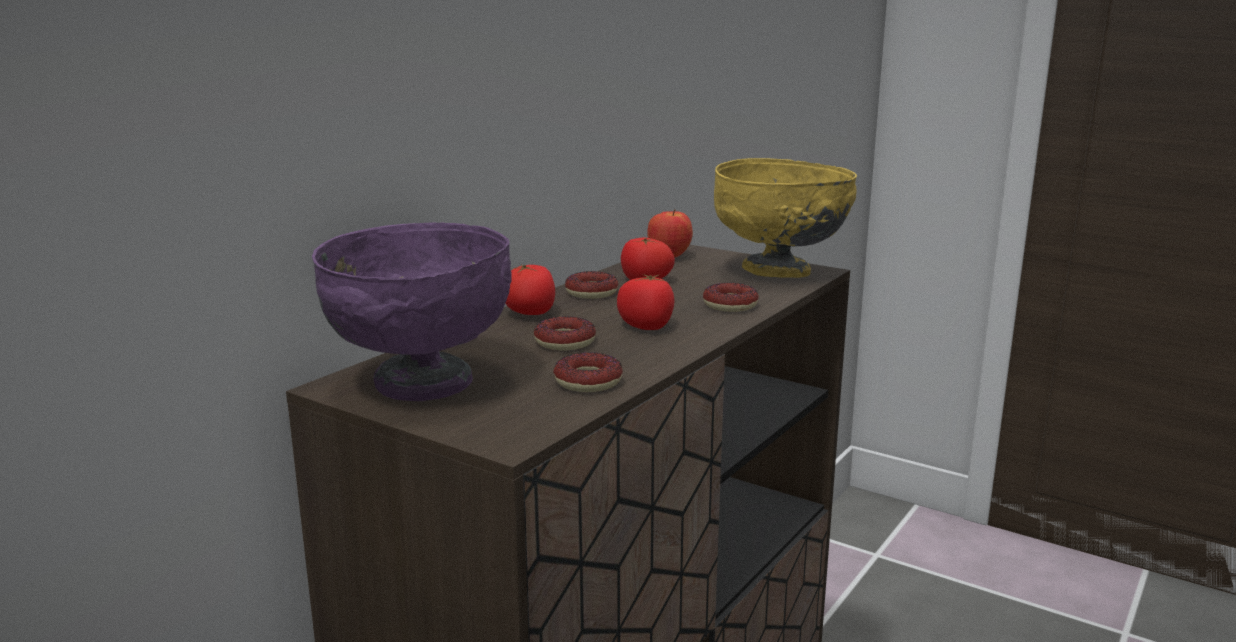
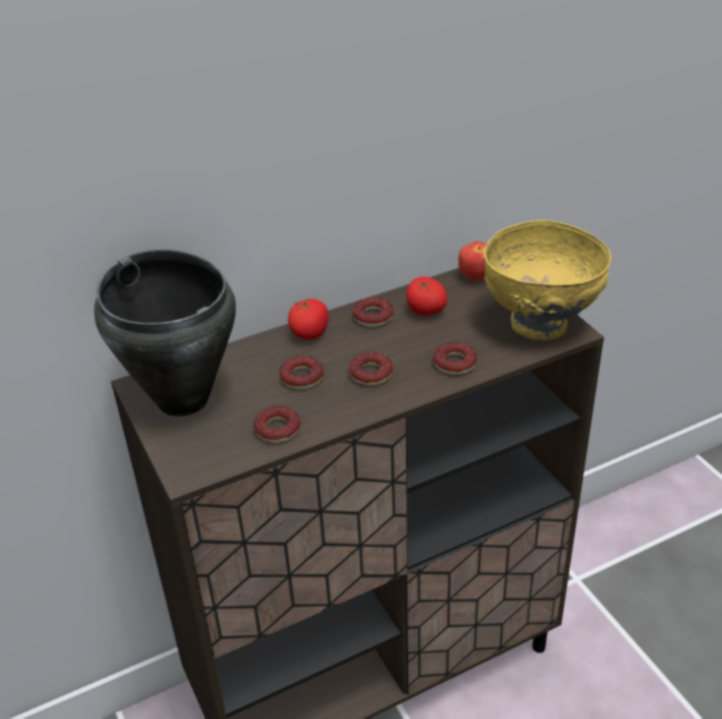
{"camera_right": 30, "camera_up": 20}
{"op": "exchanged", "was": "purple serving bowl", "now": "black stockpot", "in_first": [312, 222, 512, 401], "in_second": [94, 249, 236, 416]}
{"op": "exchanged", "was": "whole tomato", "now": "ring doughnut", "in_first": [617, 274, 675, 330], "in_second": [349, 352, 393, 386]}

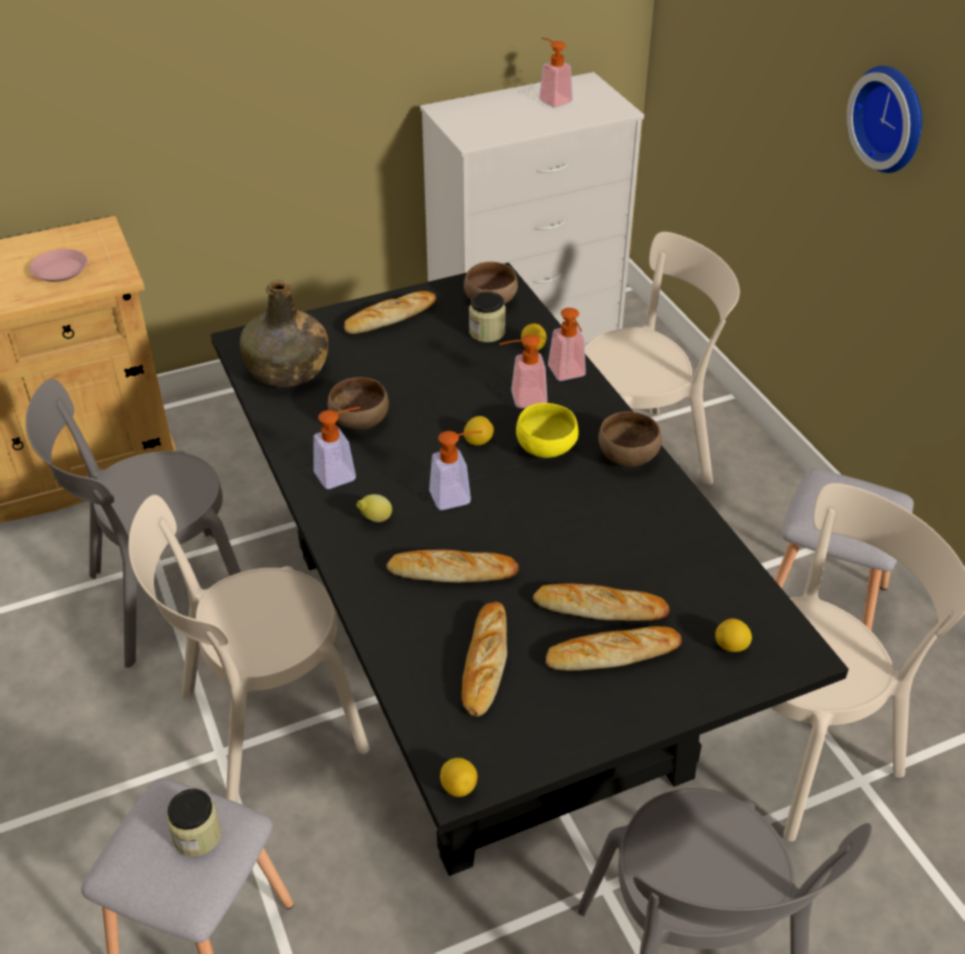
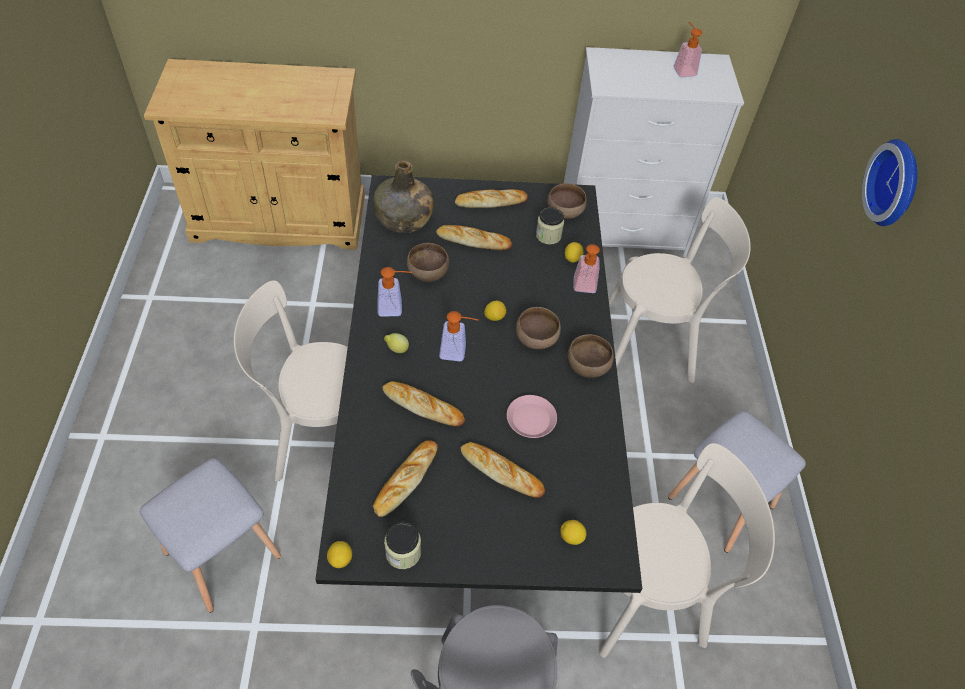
{"camera_right": 20, "camera_up": 10}
{"op": "relocated", "was": "pink dinner plate", "in_first": [29, 249, 88, 282], "in_second": [507, 395, 557, 438]}
{"op": "missing", "was": "liquid soap bottle", "in_first": [499, 334, 547, 408]}
{"op": "missing", "was": "grey plain chair", "in_first": [26, 379, 241, 668]}
{"op": "colour", "was": "yellow serving bowl", "now": "brown-coloured serving bowl", "in_first": [516, 403, 579, 458], "in_second": [516, 307, 561, 349]}
{"op": "relocated", "was": "bakery bread", "in_first": [546, 626, 682, 671], "in_second": [436, 225, 512, 250]}
{"op": "relocated", "was": "jar", "in_first": [167, 789, 222, 856], "in_second": [384, 522, 421, 569]}

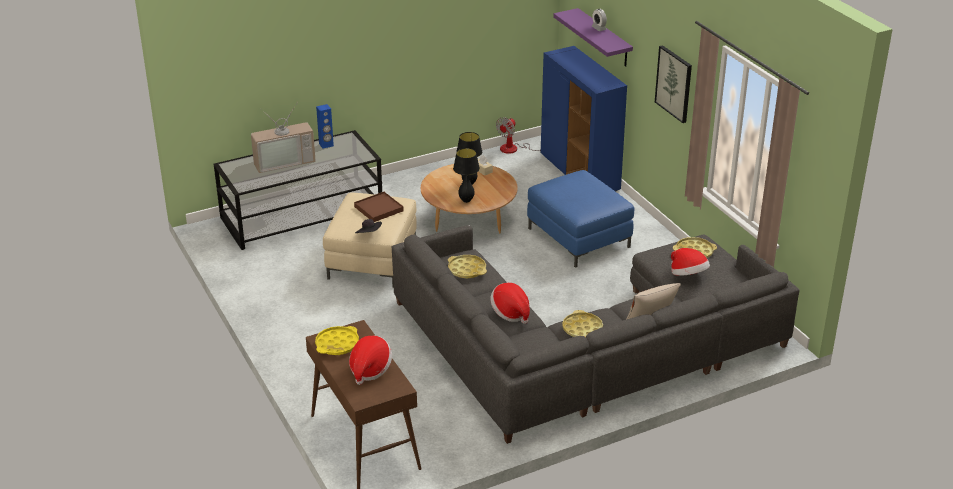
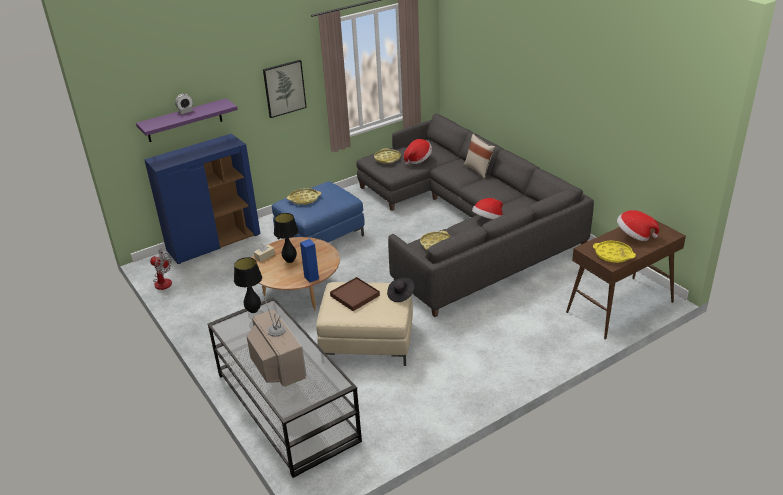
{"camera_right": -95, "camera_up": 0}
{"op": "relocated", "was": "blue-coloured loudspeaker", "in_first": [316, 104, 334, 149], "in_second": [300, 239, 319, 283]}
{"op": "relocated", "was": "black tabletop lamp", "in_first": [453, 148, 480, 203], "in_second": [234, 257, 262, 313]}
{"op": "relocated", "was": "yellow tray", "in_first": [562, 310, 603, 337], "in_second": [287, 188, 321, 205]}

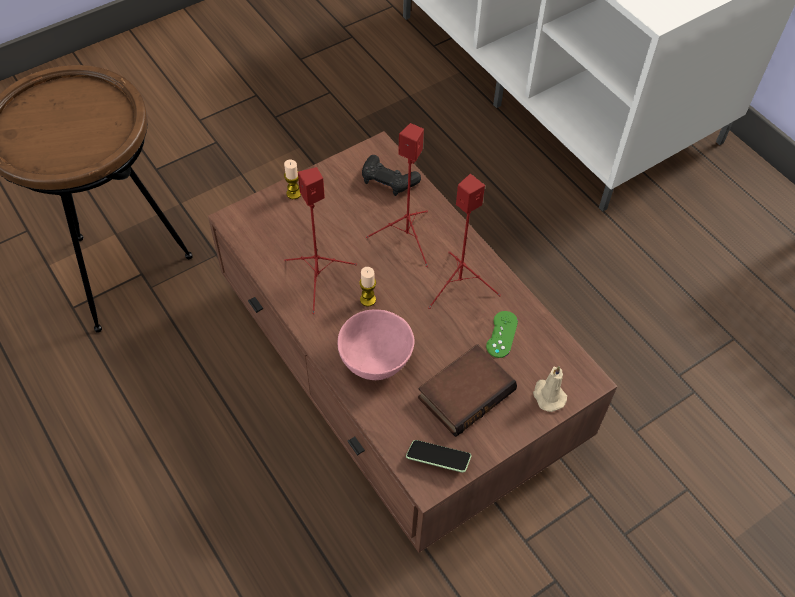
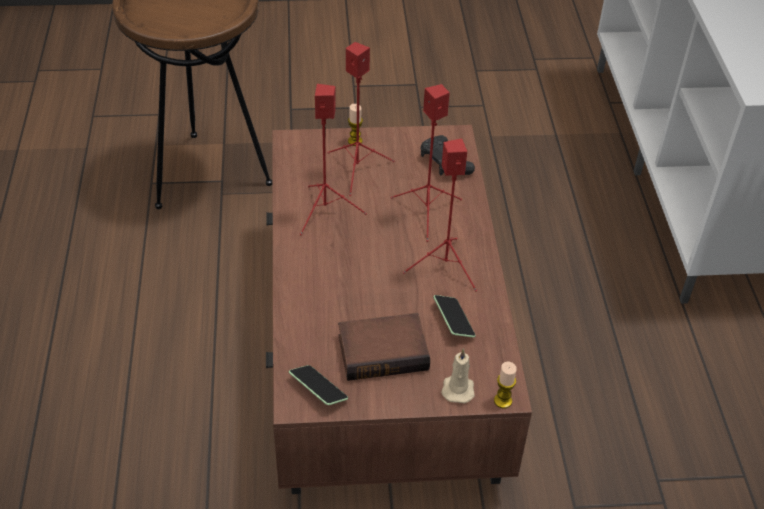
{"camera_right": 30, "camera_up": -10}
{"op": "relocated", "was": "wax candle", "in_first": [359, 267, 376, 307], "in_second": [494, 362, 517, 408]}
{"op": "missing", "was": "pink serving bowl", "in_first": [337, 309, 415, 380]}
{"op": "exchanged", "was": "green joypad", "now": "telephone", "in_first": [486, 311, 518, 358], "in_second": [433, 295, 476, 338]}
{"op": "appeared", "now": "reddish loudspeaker", "in_second": [327, 42, 395, 196]}

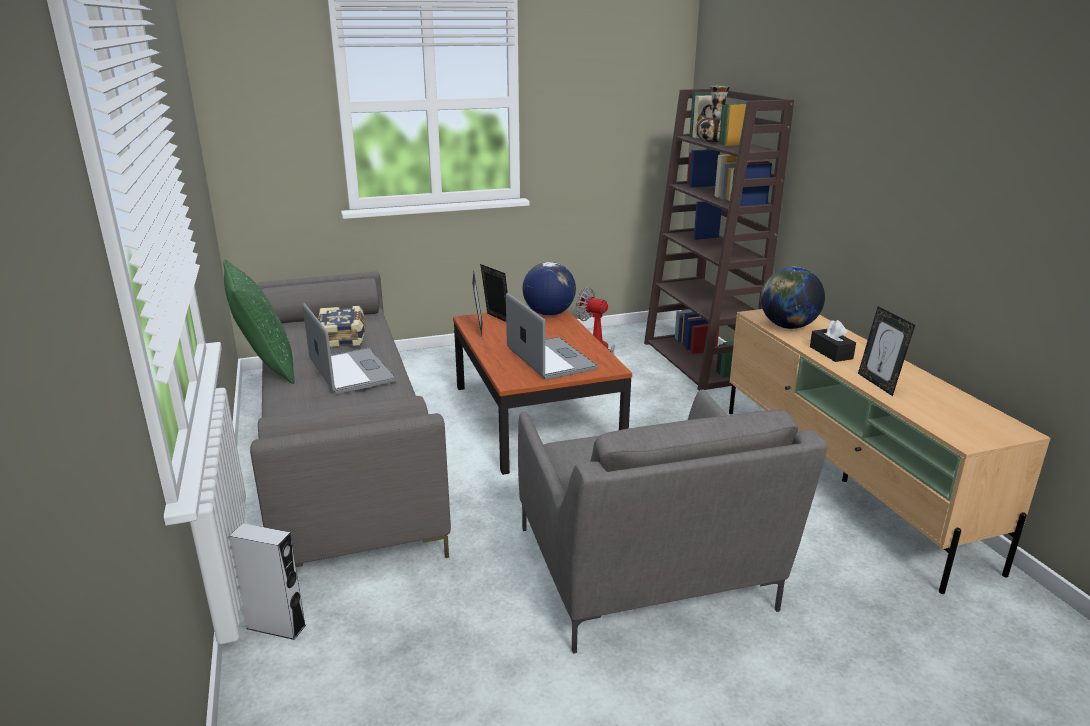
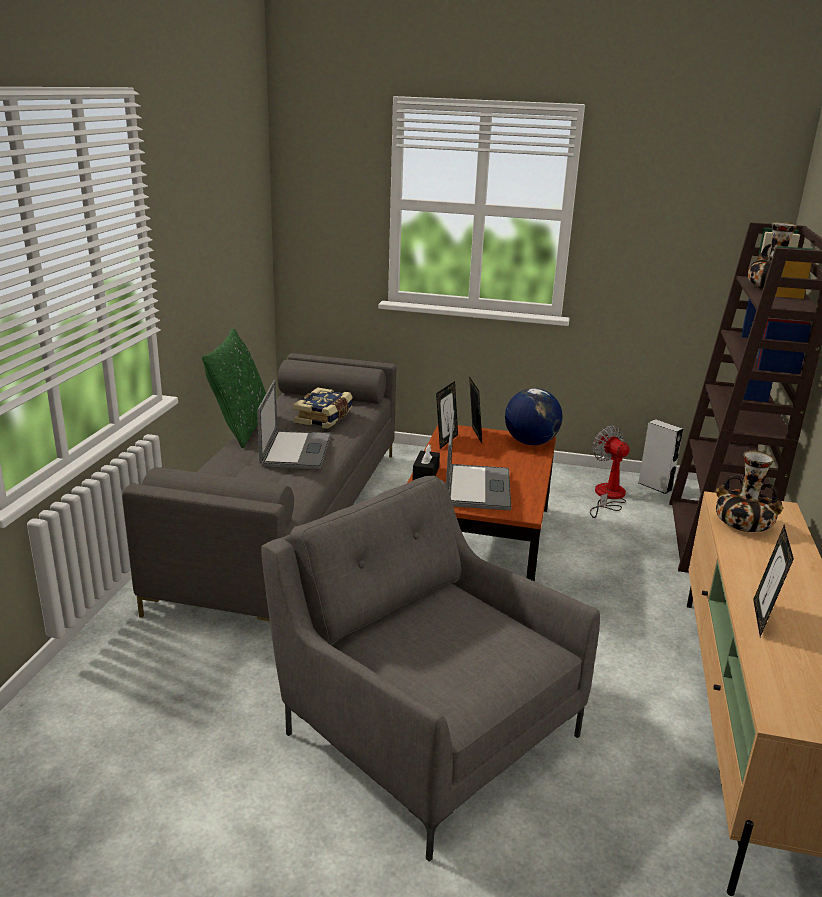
{"camera_right": 30, "camera_up": 0}
{"op": "exchanged", "was": "desk globe", "now": "vase", "in_first": [760, 267, 825, 329], "in_second": [716, 451, 783, 532]}
{"op": "relocated", "was": "black tissue holder", "in_first": [810, 320, 856, 362], "in_second": [412, 444, 440, 480]}
{"op": "spun", "was": "grey armchair", "in_first": [518, 389, 827, 654], "in_second": [261, 476, 600, 862], "clockwise": 120}
{"op": "relocated", "was": "grey loudspeaker", "in_first": [229, 523, 306, 640], "in_second": [638, 419, 683, 494]}

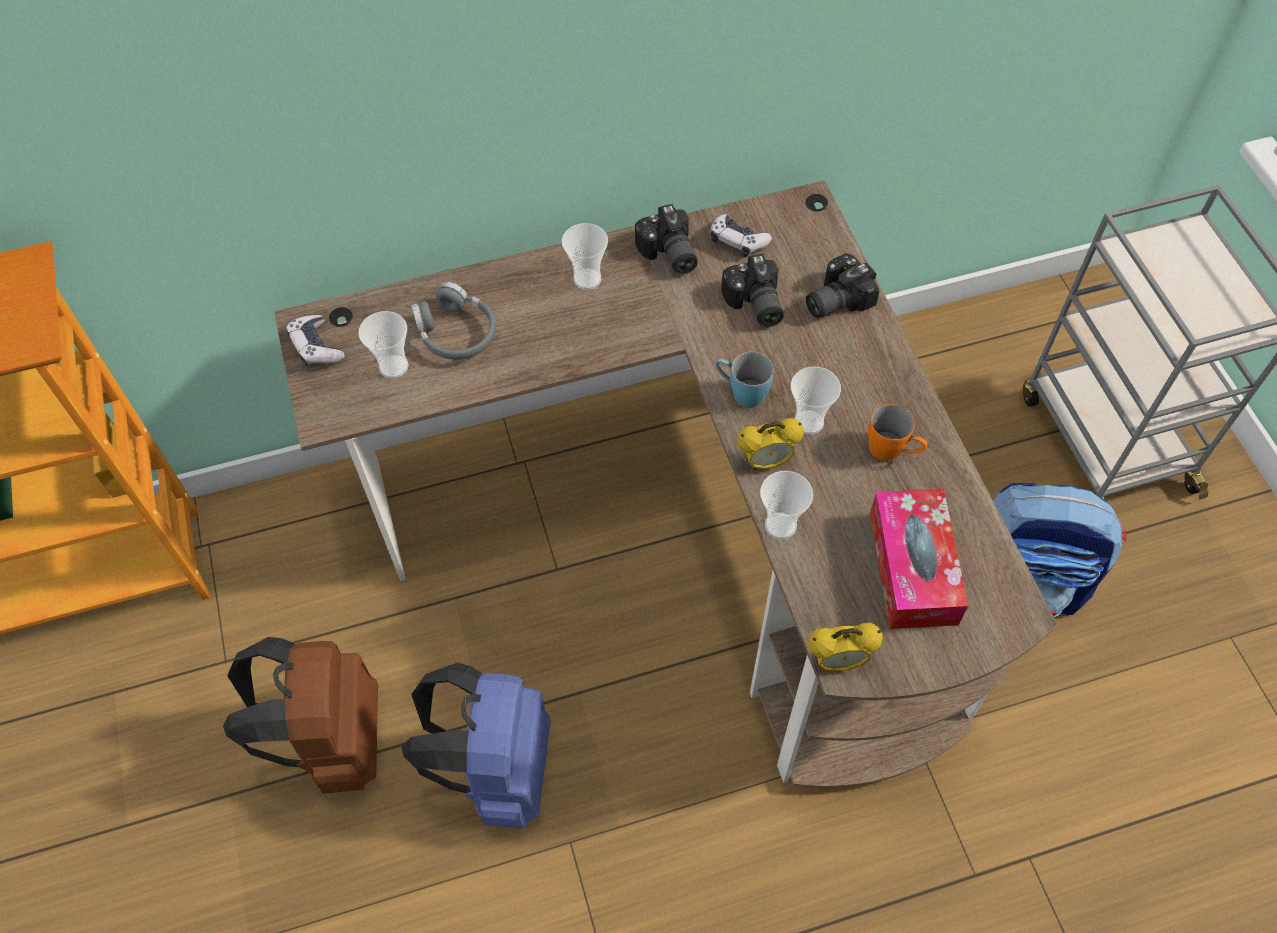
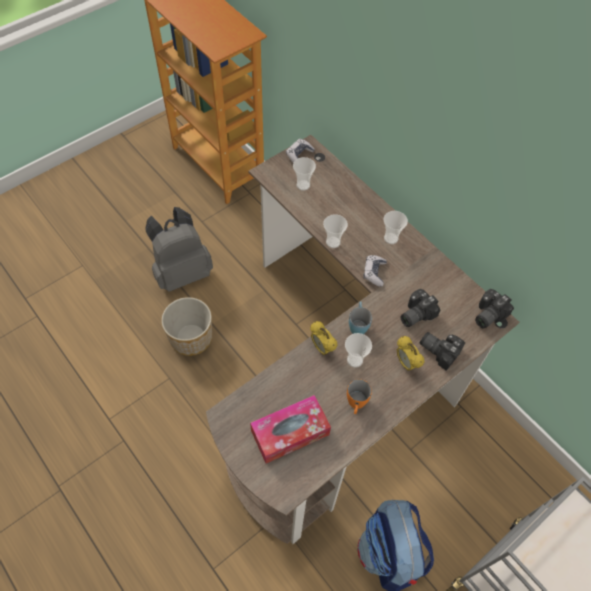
{"camera_right": 65, "camera_up": 0}
{"op": "relocated", "was": "still camera", "in_first": [635, 204, 697, 274], "in_second": [475, 289, 514, 329]}
{"op": "relocated", "was": "joypad", "in_first": [710, 214, 772, 257], "in_second": [363, 255, 387, 287]}
{"op": "missing", "was": "grey pair of headphones", "in_first": [411, 282, 496, 360]}
{"op": "relocated", "was": "drinking cup", "in_first": [760, 471, 813, 539], "in_second": [323, 214, 348, 248]}
{"op": "relocated", "was": "table clock", "in_first": [808, 622, 883, 672], "in_second": [397, 336, 424, 371]}
{"op": "colour", "was": "brown-coloured backpack", "now": "grey backpack", "in_first": [223, 637, 378, 794], "in_second": [145, 207, 213, 292]}
{"op": "exchanged", "was": "blue-coloured backpack", "now": "planter", "in_first": [402, 663, 551, 829], "in_second": [161, 297, 212, 356]}

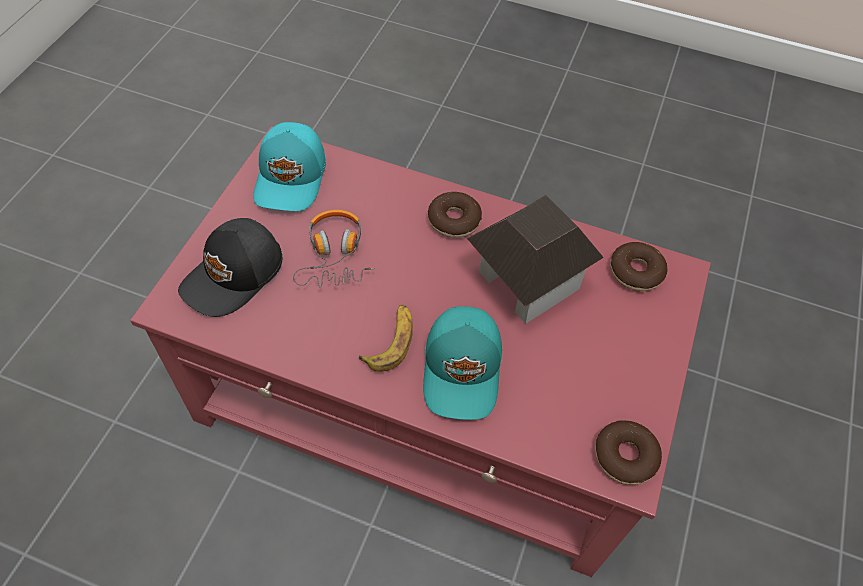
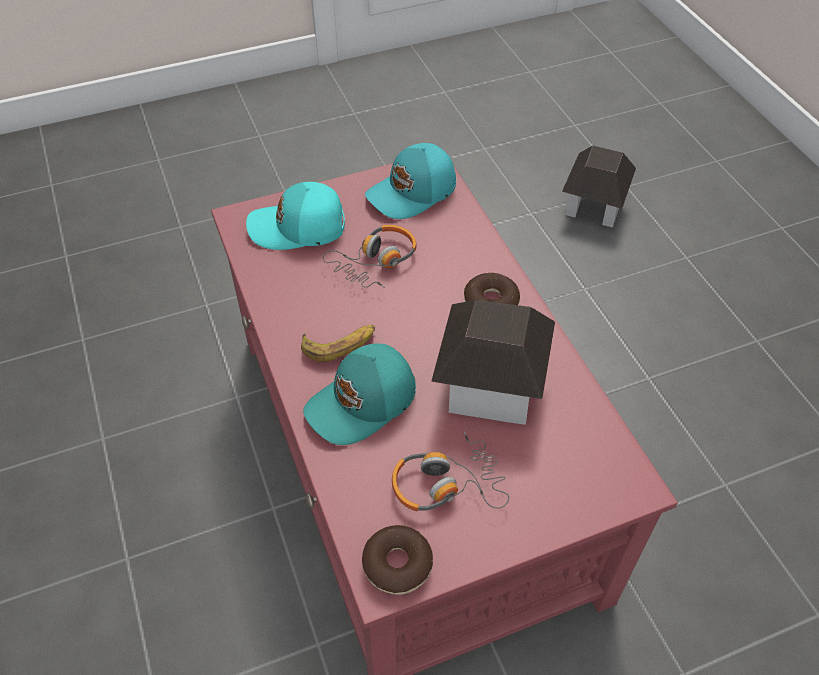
{"camera_right": 50, "camera_up": -5}
{"op": "colour", "was": "black cap", "now": "turquoise-coloured cap", "in_first": [178, 218, 282, 317], "in_second": [246, 182, 345, 250]}
{"op": "missing", "was": "ring doughnut", "in_first": [610, 242, 667, 291]}
{"op": "appeared", "now": "model house", "in_second": [562, 146, 636, 228]}
{"op": "appeared", "now": "pair of headphones", "in_second": [392, 431, 509, 511]}

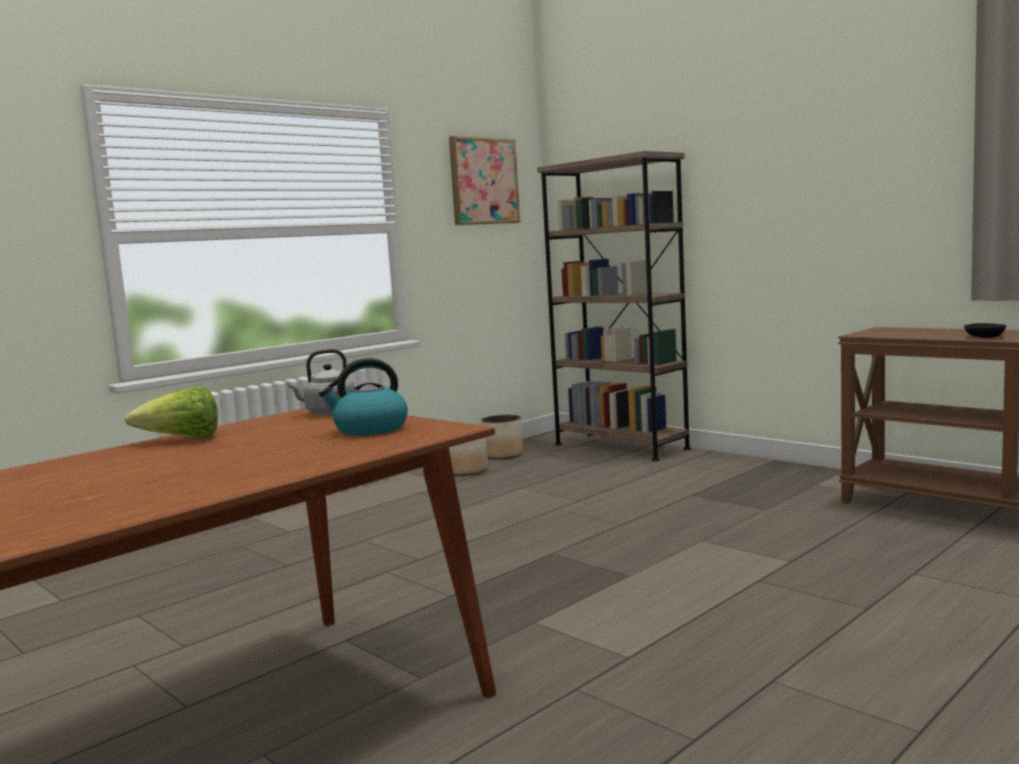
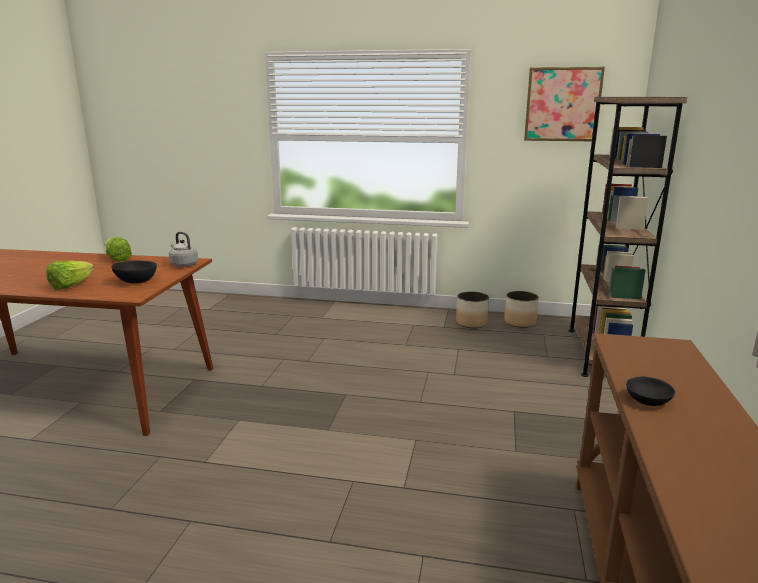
{"camera_right": 55, "camera_up": 10}
{"op": "exchanged", "was": "water kettle", "now": "black serving bowl", "in_first": [319, 358, 408, 435], "in_second": [111, 260, 157, 284]}
{"op": "appeared", "now": "head of lettuce", "in_second": [46, 261, 94, 290]}

